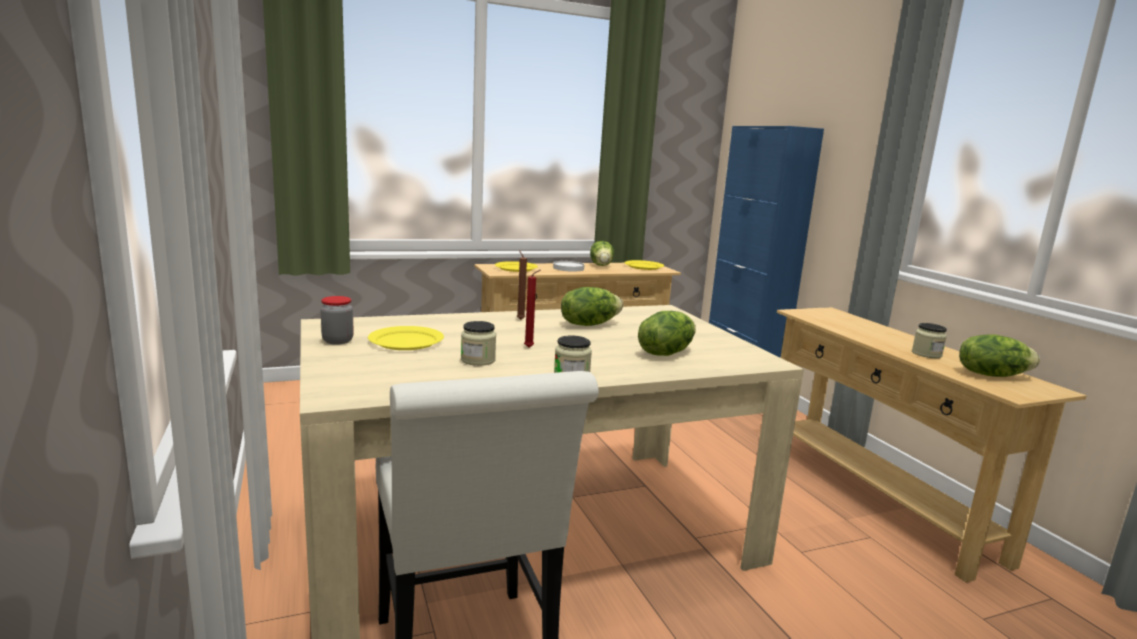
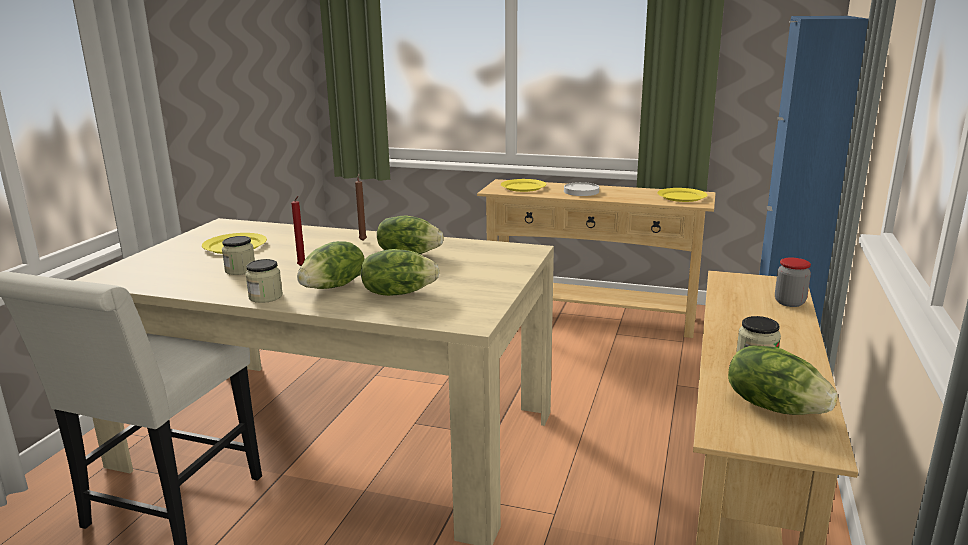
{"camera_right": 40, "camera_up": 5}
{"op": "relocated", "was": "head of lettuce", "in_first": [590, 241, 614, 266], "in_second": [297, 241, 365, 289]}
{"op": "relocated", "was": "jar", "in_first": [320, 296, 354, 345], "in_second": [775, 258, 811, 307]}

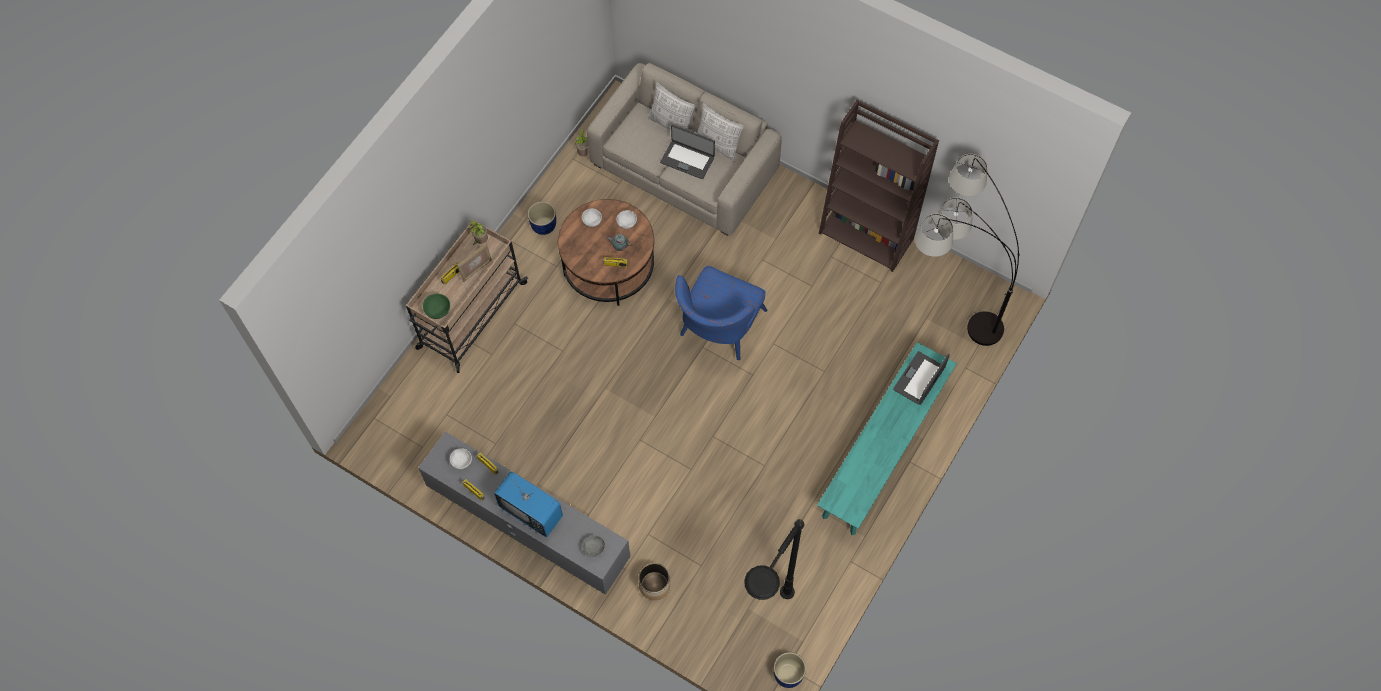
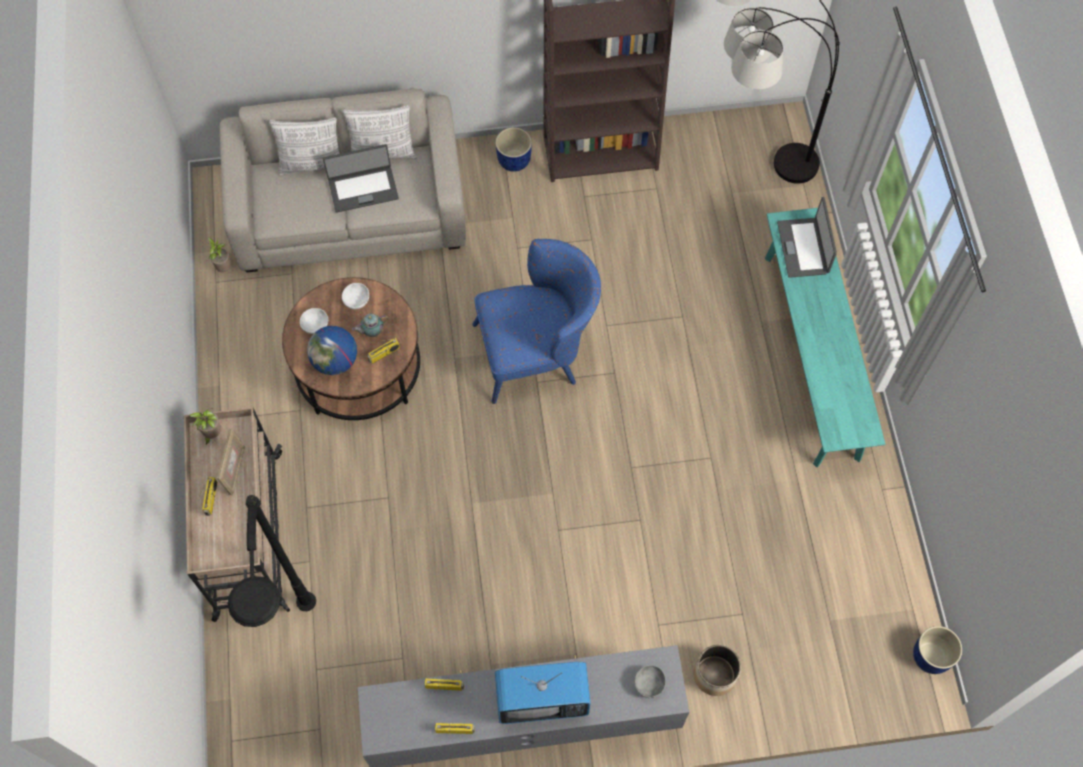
{"camera_right": -40, "camera_up": 0}
{"op": "relocated", "was": "blue-coloured planter", "in_first": [528, 202, 556, 235], "in_second": [495, 127, 532, 172]}
{"op": "spun", "was": "blue-coloured armchair", "in_first": [675, 266, 767, 360], "in_second": [472, 239, 601, 404], "clockwise": -90}
{"op": "missing", "was": "green serving bowl", "in_first": [423, 294, 450, 319]}
{"op": "missing", "was": "white-coloured serving bowl", "in_first": [450, 448, 472, 469]}
{"op": "relocated", "was": "black standard lamp", "in_first": [744, 519, 804, 600], "in_second": [227, 495, 316, 627]}
{"op": "appeared", "now": "desk globe", "in_second": [307, 326, 357, 375]}

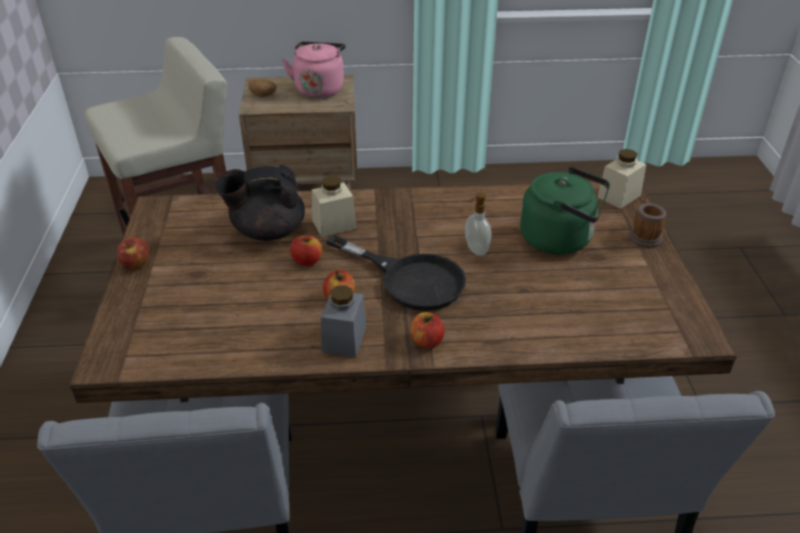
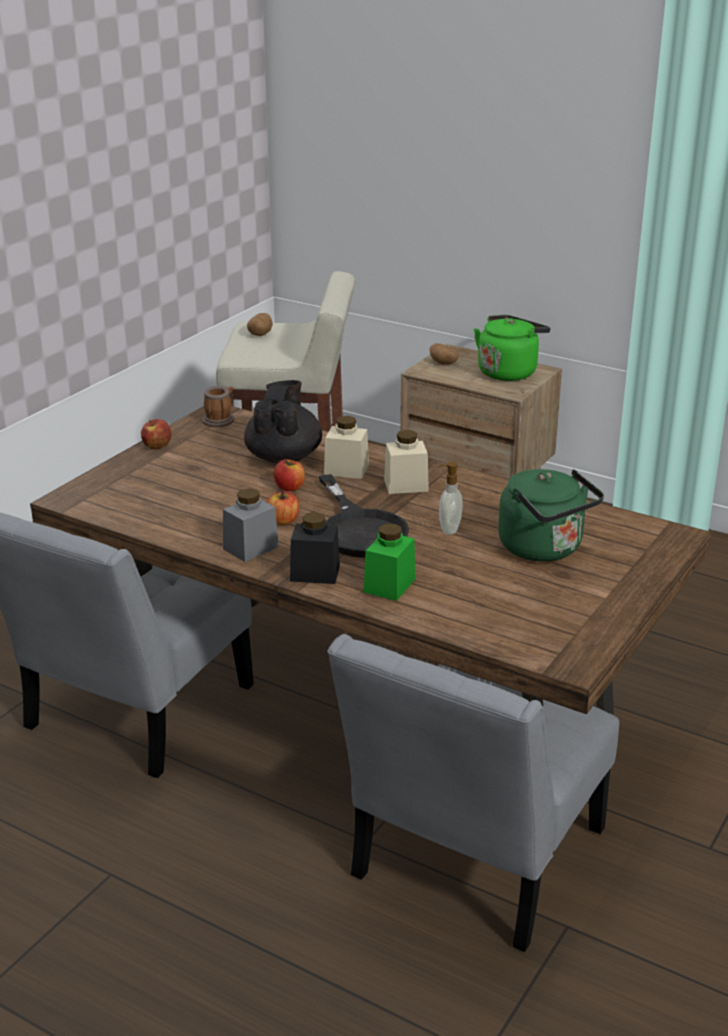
{"camera_right": 35, "camera_up": -10}
{"op": "colour", "was": "pink water kettle", "now": "green water kettle", "in_first": [282, 41, 346, 98], "in_second": [474, 315, 550, 381]}
{"op": "relocated", "was": "sand-coloured jar", "in_first": [598, 149, 646, 209], "in_second": [384, 430, 429, 494]}
{"op": "spun", "was": "black pot for tea", "in_first": [215, 165, 305, 241], "in_second": [244, 380, 322, 464], "clockwise": 75}
{"op": "relocated", "was": "tea mug", "in_first": [629, 200, 666, 247], "in_second": [202, 386, 234, 427]}
{"op": "exchanged", "was": "whole apple", "now": "black jar", "in_first": [411, 312, 444, 348], "in_second": [290, 512, 340, 584]}
{"op": "appeared", "now": "potato", "in_second": [247, 313, 273, 336]}
{"op": "appeared", "now": "green jar", "in_second": [363, 524, 416, 601]}

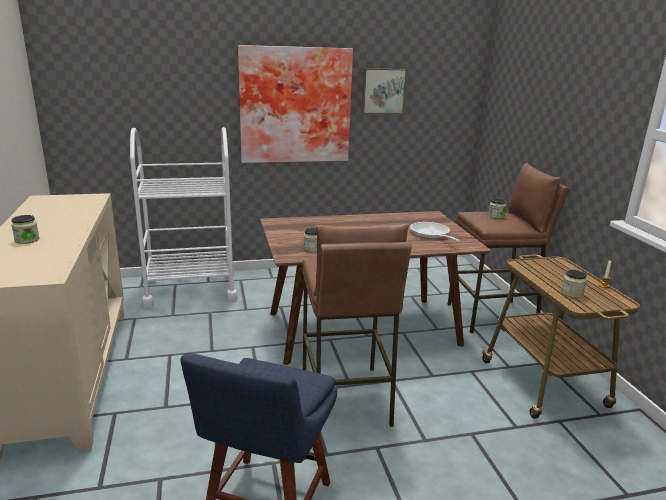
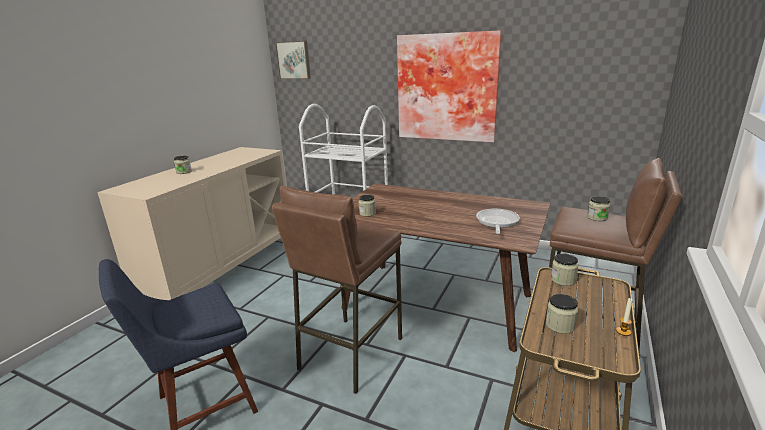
{"camera_right": 40, "camera_up": 0}
{"op": "relocated", "was": "picture", "in_first": [362, 68, 407, 114], "in_second": [275, 41, 311, 79]}
{"op": "appeared", "now": "jar", "in_second": [551, 254, 578, 286]}

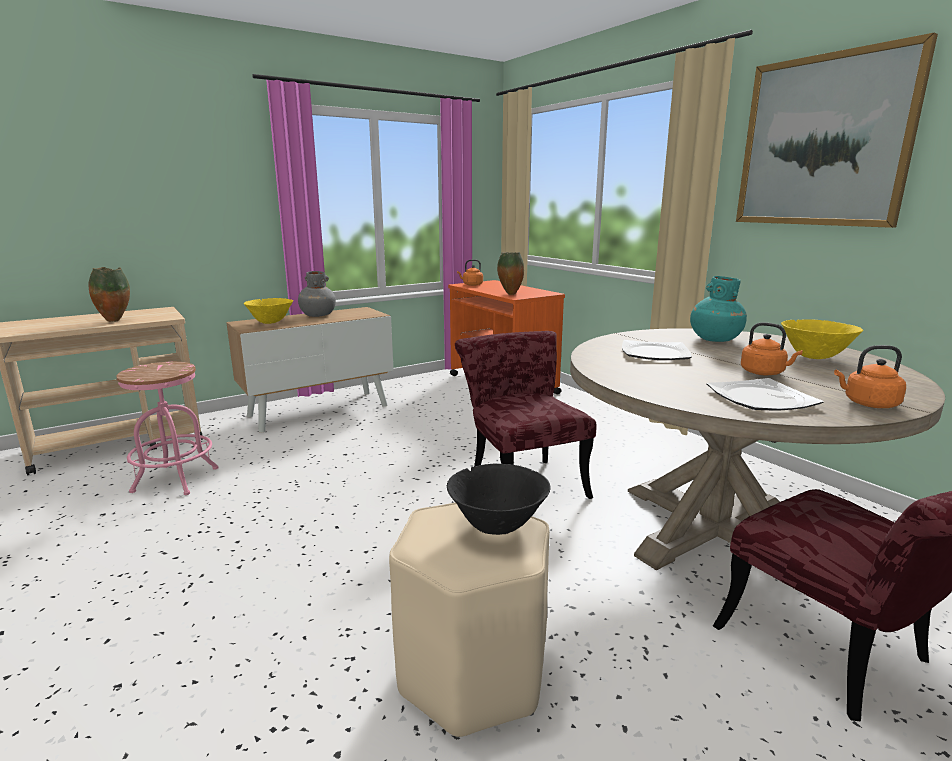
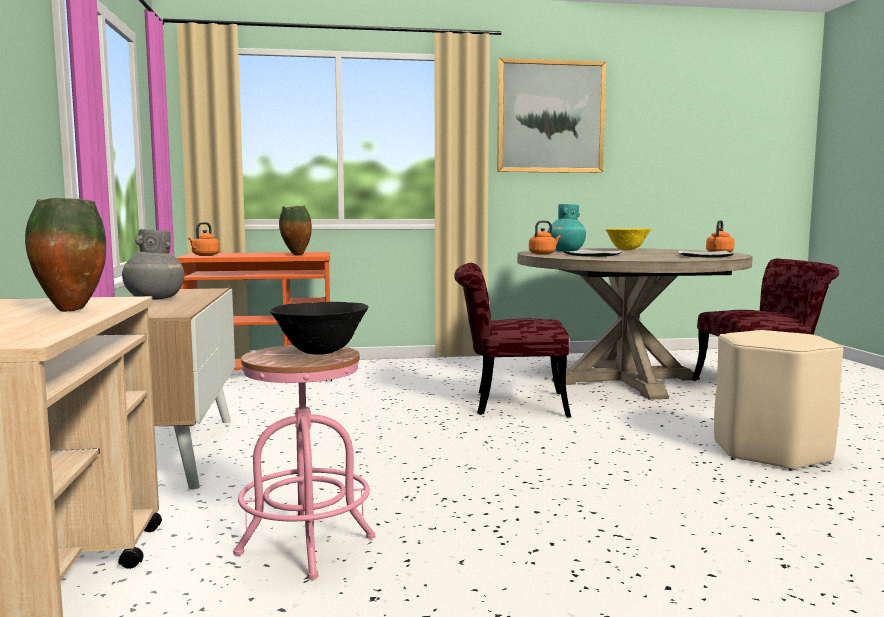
{"camera_right": -65, "camera_up": -10}
{"op": "missing", "was": "yellow serving bowl", "in_first": [244, 298, 293, 324]}
{"op": "relocated", "was": "orange-coloured water kettle", "in_first": [741, 322, 803, 376], "in_second": [529, 220, 561, 255]}
{"op": "relocated", "was": "black serving bowl", "in_first": [447, 464, 550, 535], "in_second": [270, 302, 368, 355]}

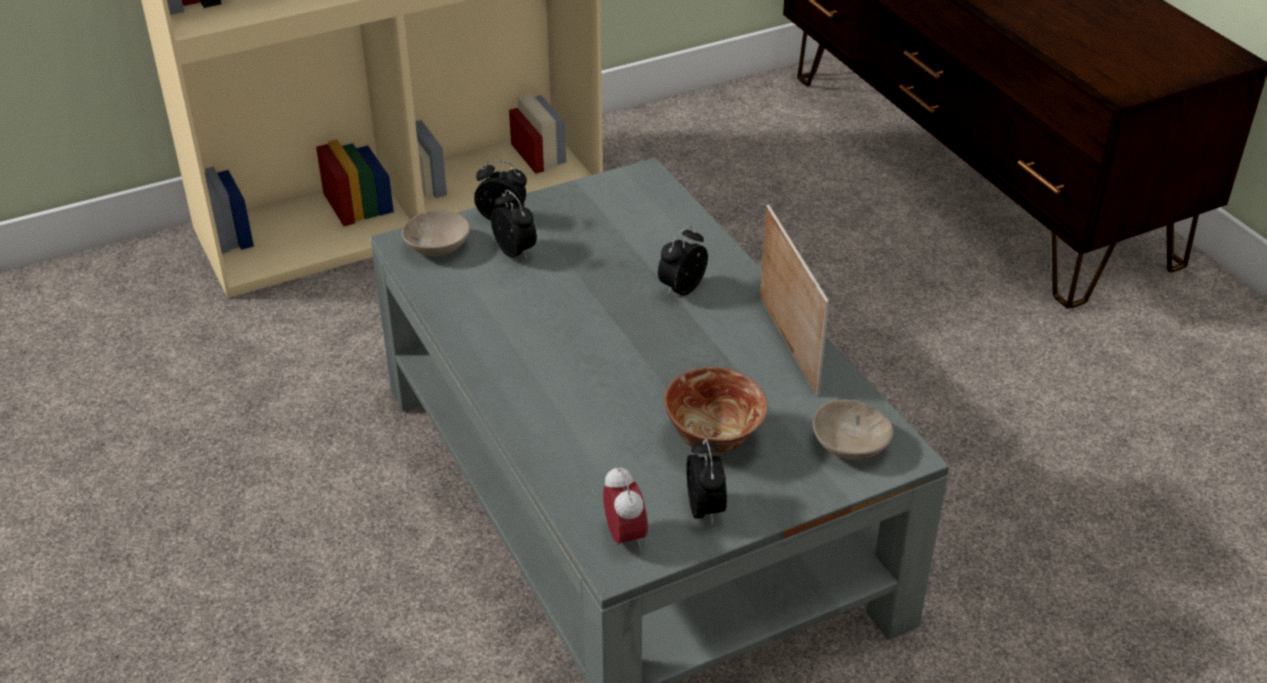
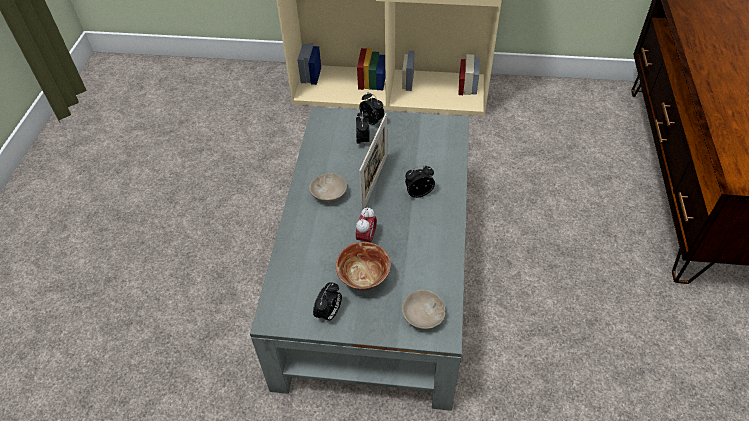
{"camera_right": 35, "camera_up": 10}
{"op": "relocated", "was": "picture frame", "in_first": [760, 204, 829, 396], "in_second": [359, 113, 387, 210]}
{"op": "relocated", "was": "sand-coloured serving bowl", "in_first": [402, 210, 470, 256], "in_second": [309, 173, 347, 202]}
{"op": "relocated", "was": "table clock", "in_first": [603, 465, 648, 551], "in_second": [356, 207, 377, 242]}

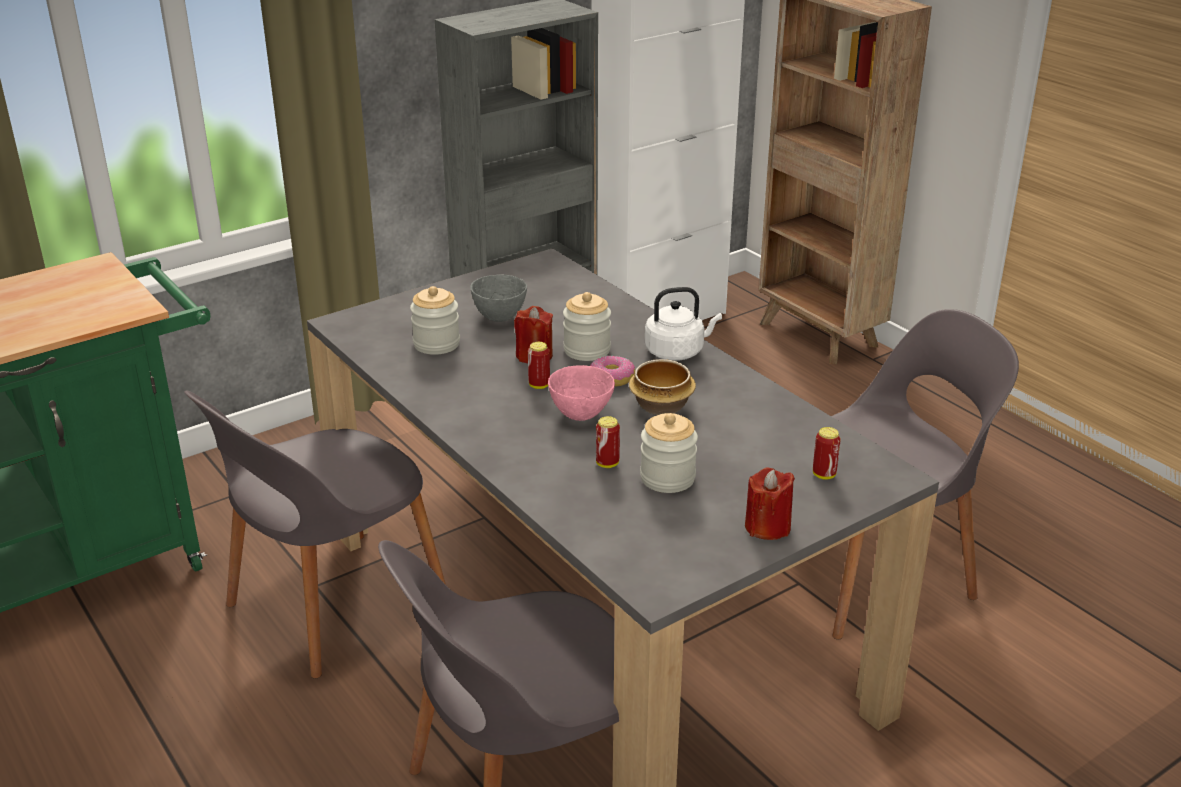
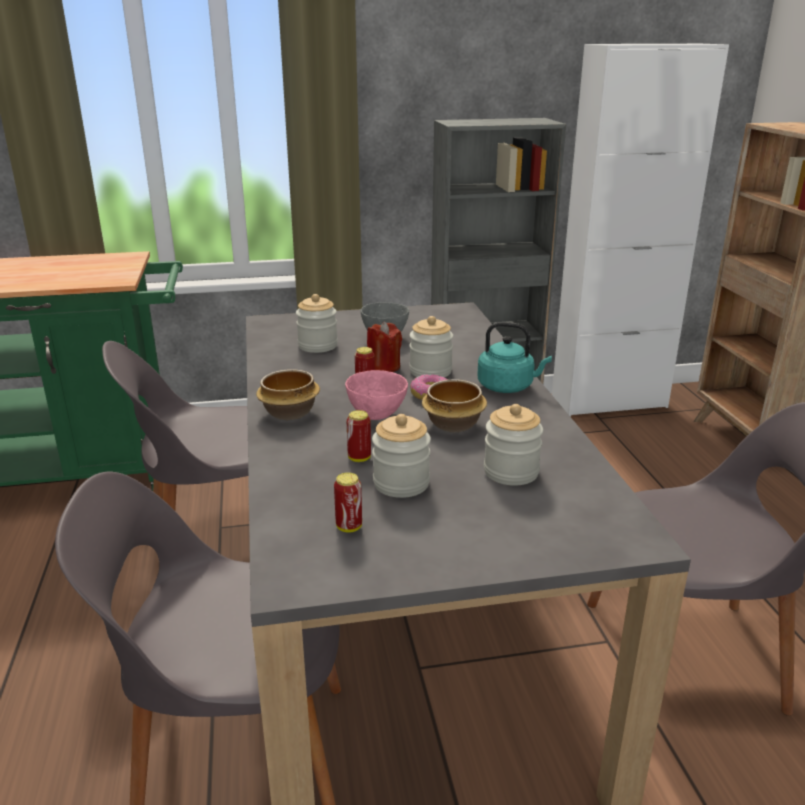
{"camera_right": 25, "camera_up": -5}
{"op": "colour", "was": "white-coloured water kettle", "now": "turquoise-coloured water kettle", "in_first": [645, 287, 722, 361], "in_second": [477, 322, 552, 393]}
{"op": "relocated", "was": "can", "in_first": [813, 427, 841, 480], "in_second": [334, 472, 362, 533]}
{"op": "missing", "was": "reddish wax candle", "in_first": [745, 468, 795, 540]}
{"op": "appeared", "now": "serving bowl", "in_second": [256, 369, 320, 420]}
{"op": "appeared", "now": "jar", "in_second": [484, 404, 543, 486]}

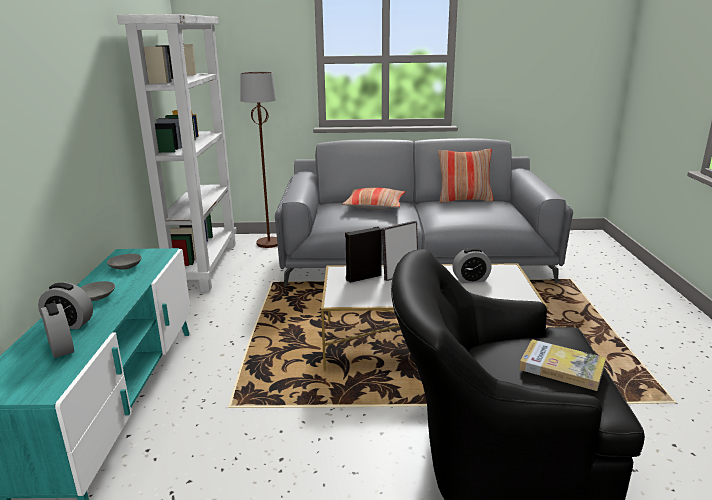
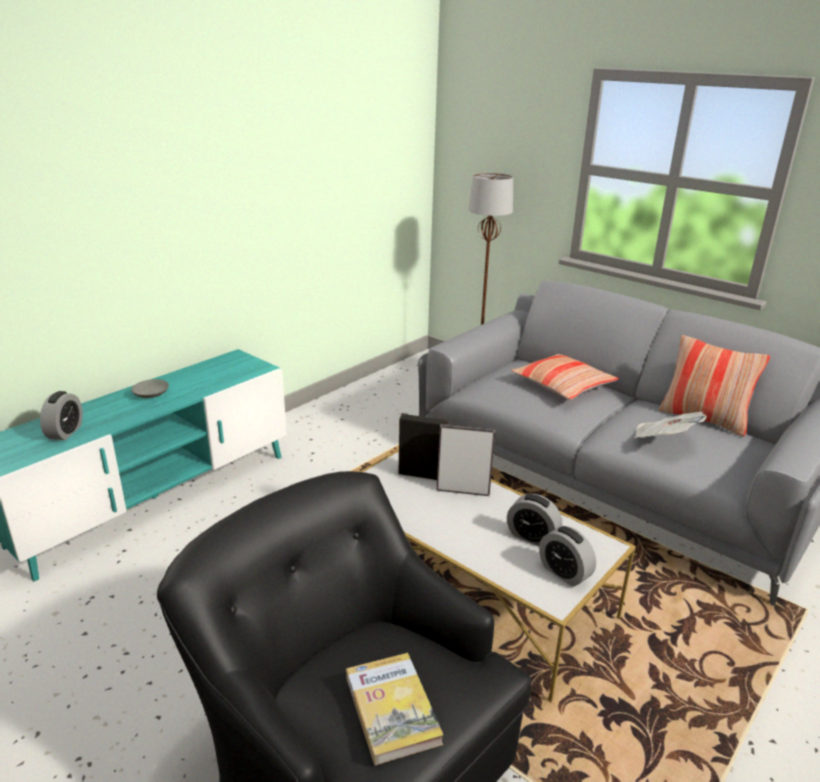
{"camera_right": 40, "camera_up": 5}
{"op": "missing", "was": "white-coloured bookshelf", "in_first": [117, 14, 237, 292]}
{"op": "missing", "was": "grey serving bowl", "in_first": [107, 254, 142, 270]}
{"op": "relocated", "was": "table clock", "in_first": [38, 283, 93, 329], "in_second": [539, 526, 596, 586]}
{"op": "appeared", "now": "newspaper", "in_second": [634, 412, 707, 438]}

